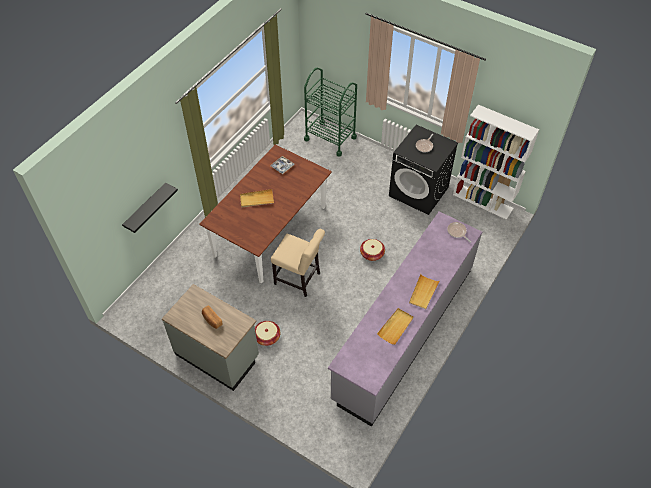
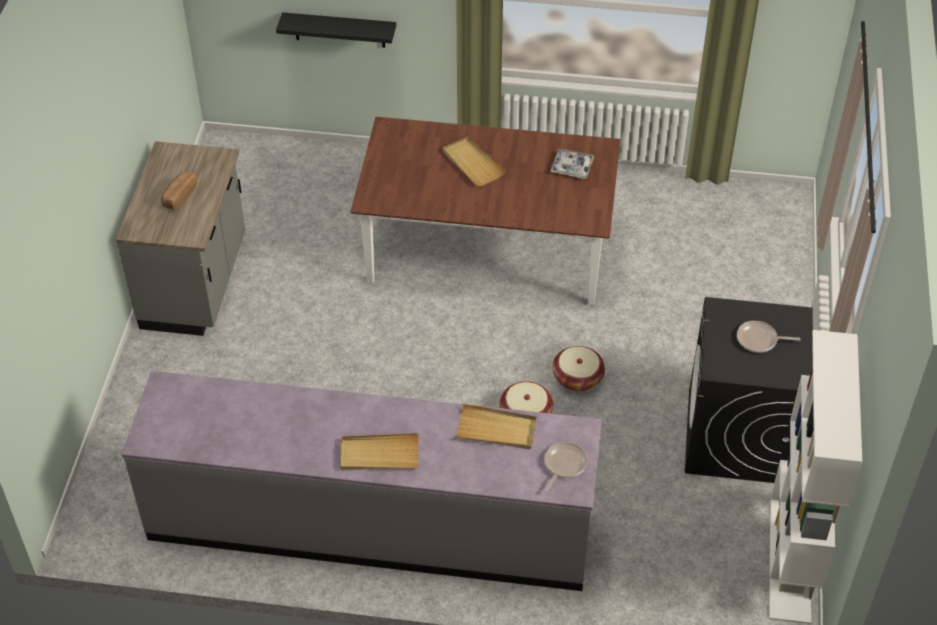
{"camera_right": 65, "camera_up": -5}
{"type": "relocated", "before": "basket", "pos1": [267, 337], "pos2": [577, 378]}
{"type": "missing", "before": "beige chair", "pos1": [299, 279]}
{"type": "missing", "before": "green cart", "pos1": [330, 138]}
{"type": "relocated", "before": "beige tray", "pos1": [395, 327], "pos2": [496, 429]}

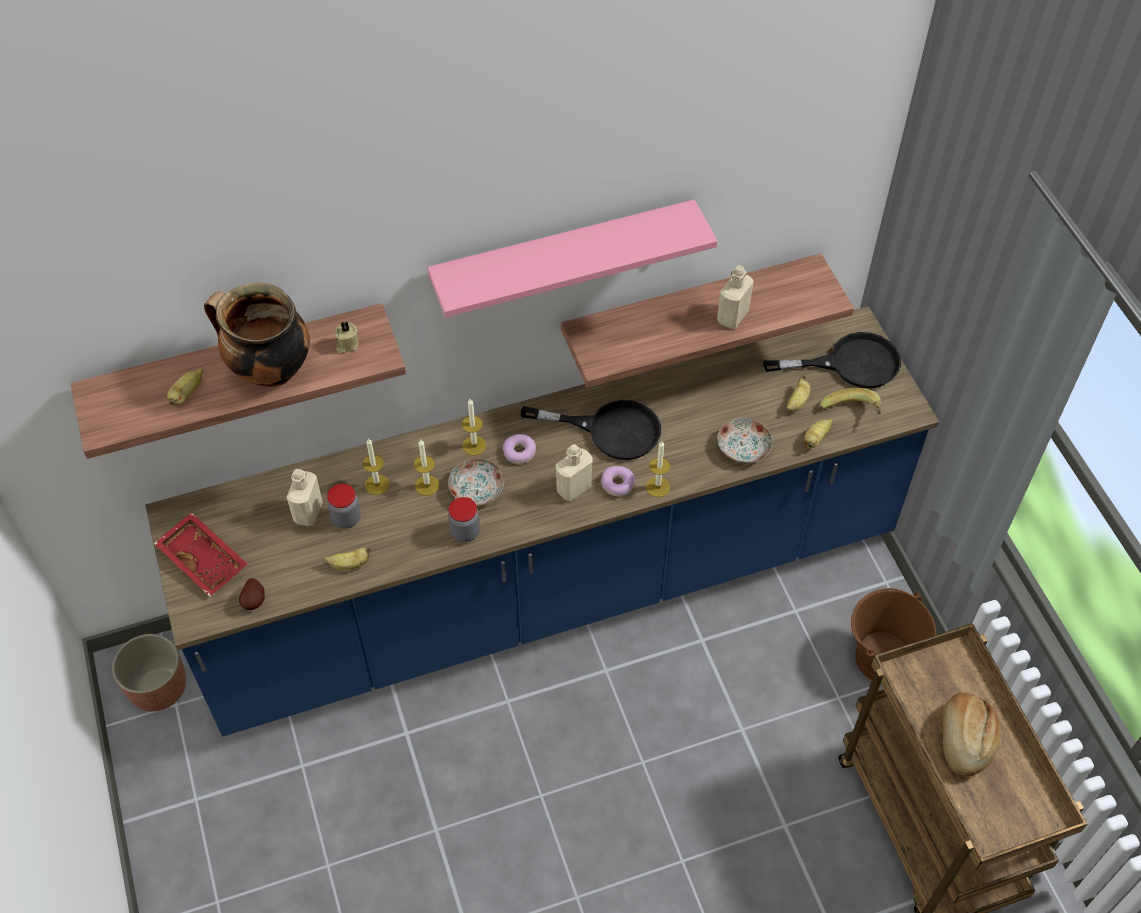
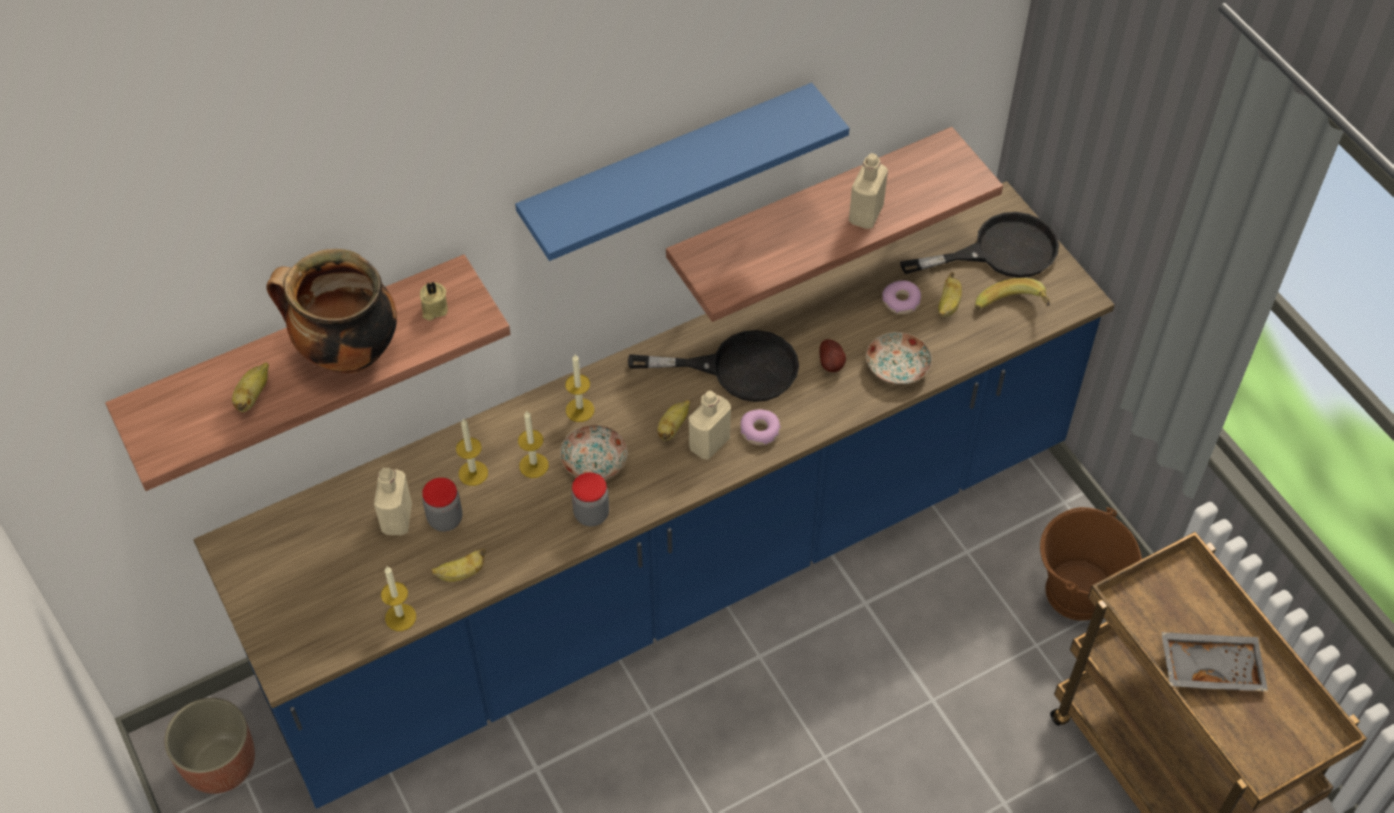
{"camera_right": -10, "camera_up": 0}
{"type": "missing", "before": "red tray", "pos1": [204, 559]}
{"type": "relocated", "before": "potato", "pos1": [255, 600], "pos2": [832, 364]}
{"type": "colour", "before": "pink shelf", "after": "blue shelf", "pos1": [563, 257], "pos2": [667, 170]}
{"type": "relocated", "before": "donut", "pos1": [519, 452], "pos2": [901, 302]}
{"type": "relocated", "before": "candle", "pos1": [657, 487], "pos2": [400, 617]}
{"type": "relocated", "before": "banana", "pos1": [815, 438], "pos2": [673, 427]}
{"type": "exchanged", "before": "bread", "after": "grey tray", "pos1": [964, 740], "pos2": [1210, 666]}

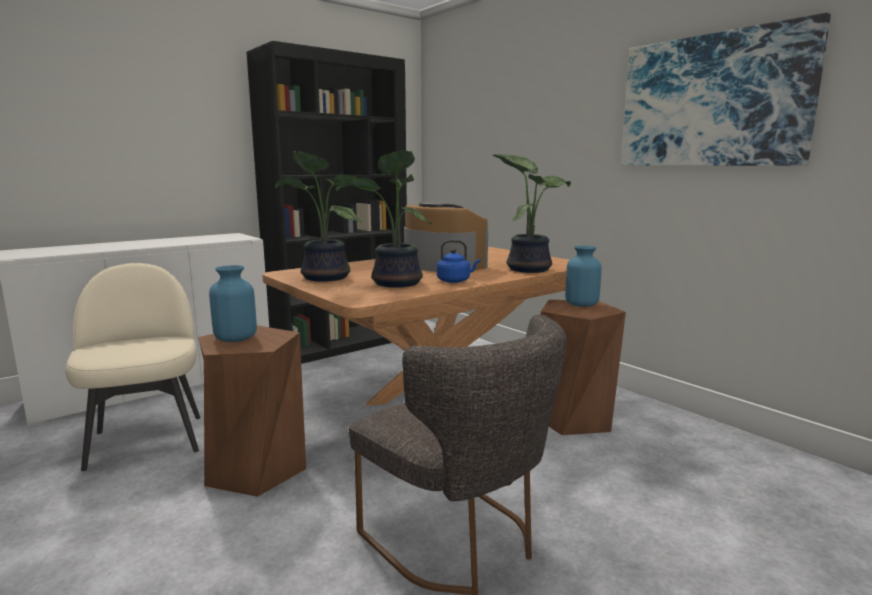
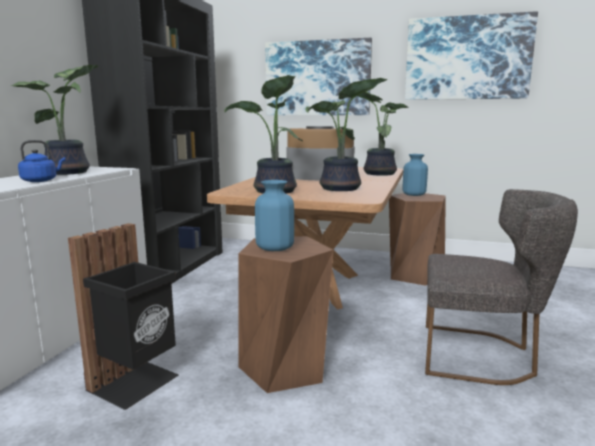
{"camera_right": -35, "camera_up": 0}
{"type": "exchanged", "before": "beige chair", "after": "black trash can", "pos1": [147, 439], "pos2": [137, 383]}
{"type": "relocated", "before": "blue kettle", "pos1": [455, 281], "pos2": [41, 180]}
{"type": "appeared", "after": "potted plant", "pos2": [70, 172]}
{"type": "appeared", "after": "picture", "pos2": [317, 78]}

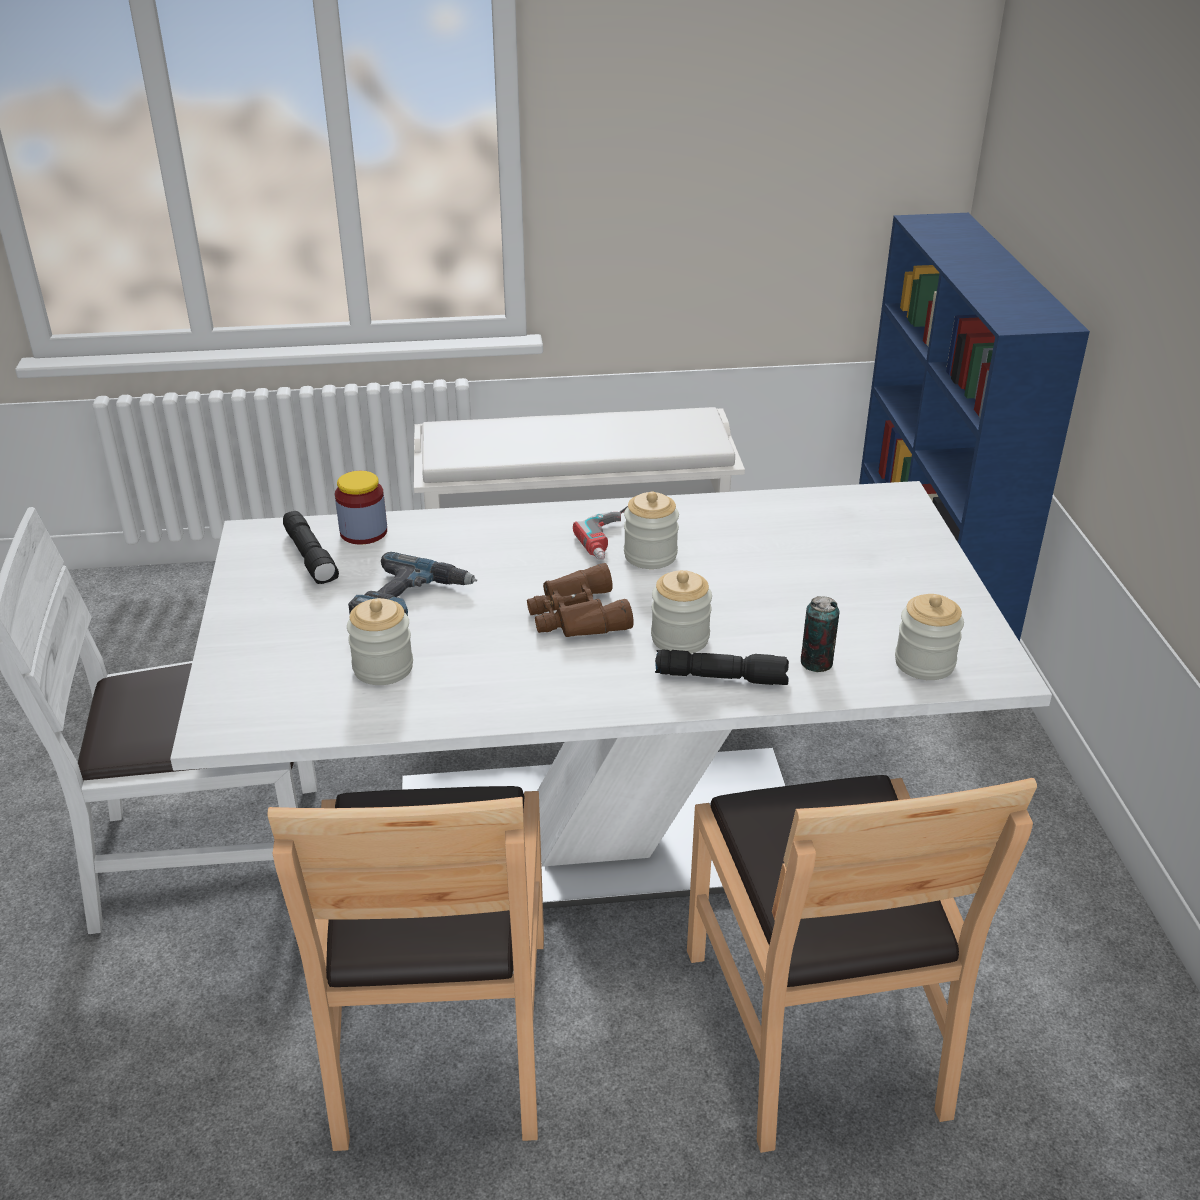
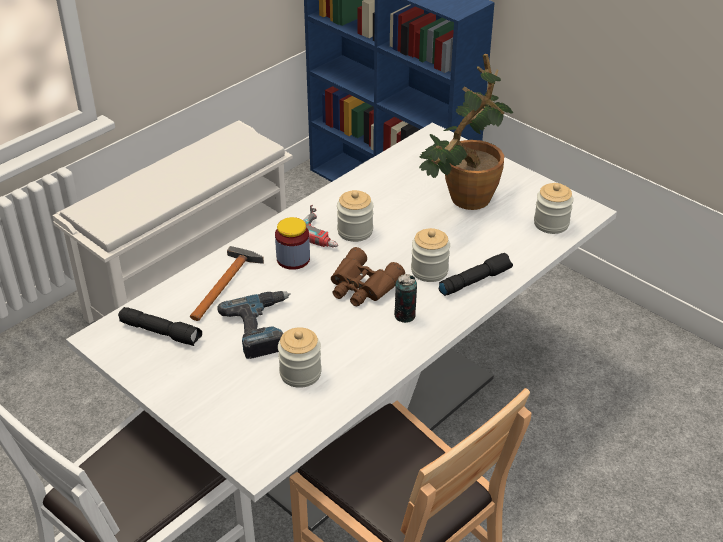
{"camera_right": -40, "camera_up": 5}
{"type": "relocated", "before": "jar", "pos1": [363, 532], "pos2": [293, 259]}
{"type": "missing", "before": "brown chair", "pos1": [816, 1027]}
{"type": "relocated", "before": "can", "pos1": [816, 663], "pos2": [405, 316]}
{"type": "appeared", "after": "hammer", "pos2": [225, 283]}
{"type": "appeared", "after": "potted plant", "pos2": [462, 202]}

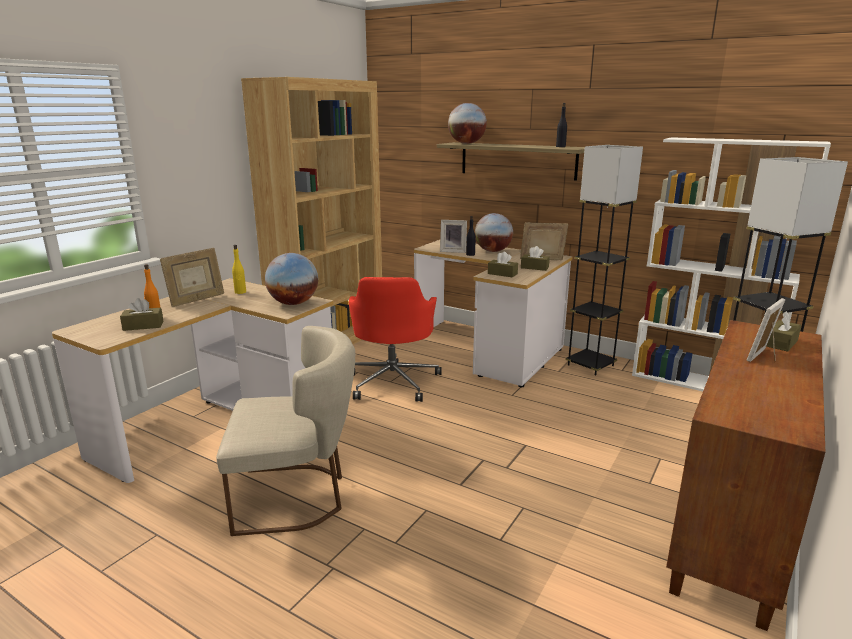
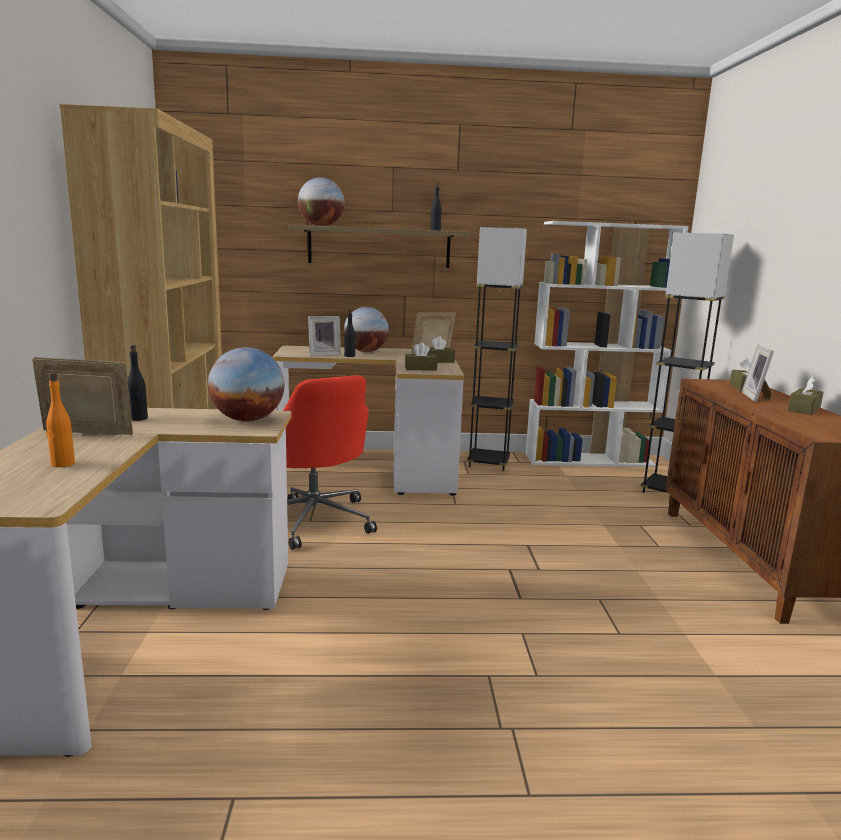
{"camera_right": -35, "camera_up": -5}
{"type": "relocated", "before": "brown tissue box", "pos1": [143, 326], "pos2": [804, 409]}
{"type": "spun", "before": "picture frame", "pos1": [196, 300], "pos2": [87, 435], "turn": -105}
{"type": "missing", "before": "beige chair", "pos1": [297, 496]}
{"type": "colour", "before": "yellow bottle", "after": "black bottle", "pos1": [240, 292], "pos2": [138, 418]}

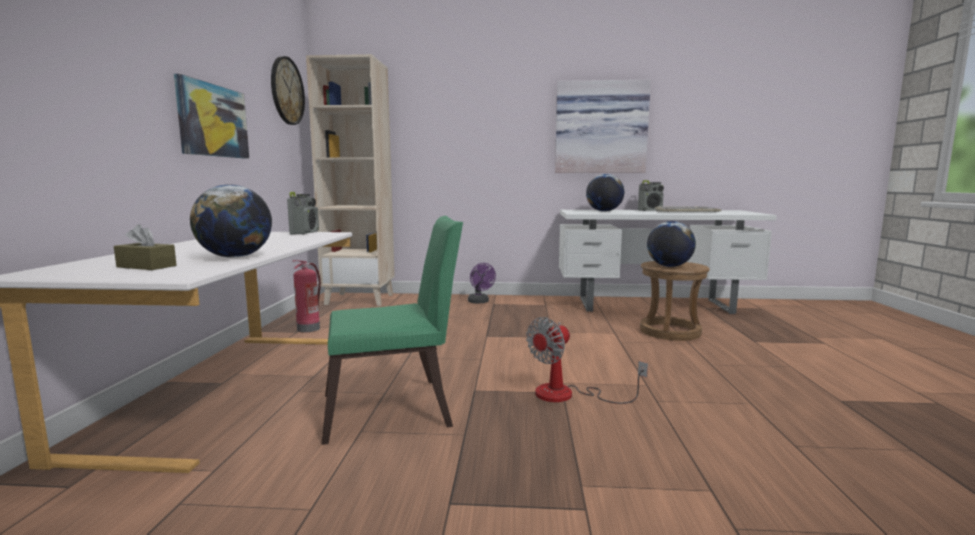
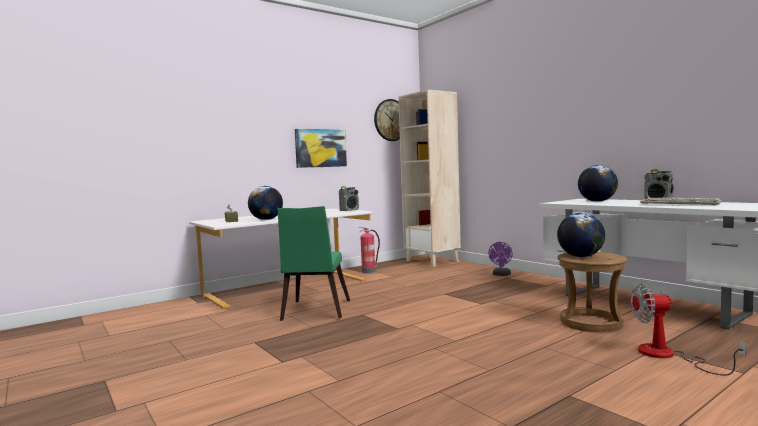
{"camera_right": 50, "camera_up": -5}
{"type": "spun", "before": "green chair", "pos1": [395, 410], "pos2": [314, 311], "turn": 60}
{"type": "relocated", "before": "fan", "pos1": [568, 395], "pos2": [668, 356]}
{"type": "missing", "before": "picture", "pos1": [600, 128]}

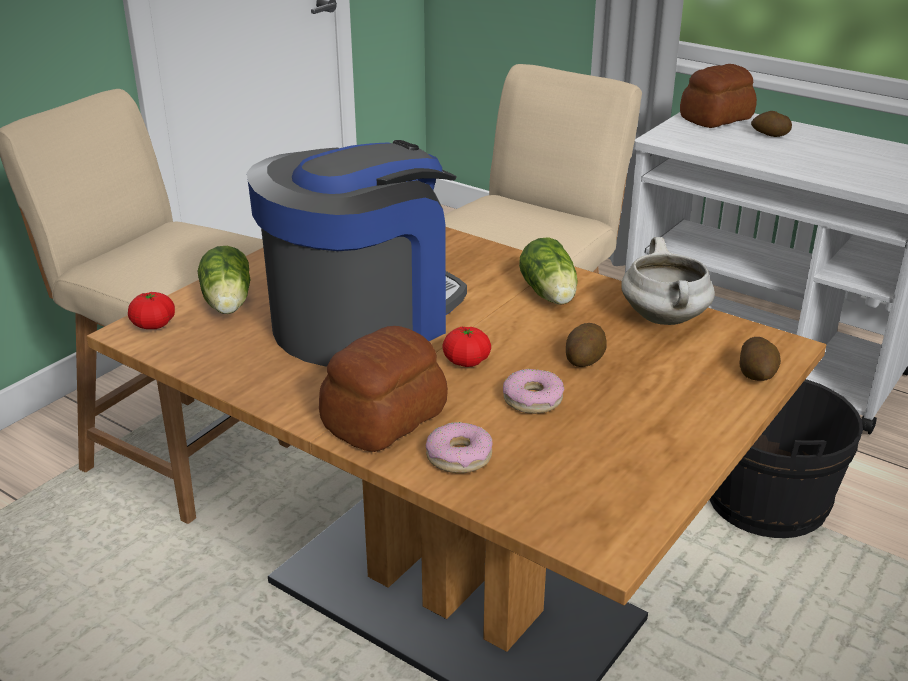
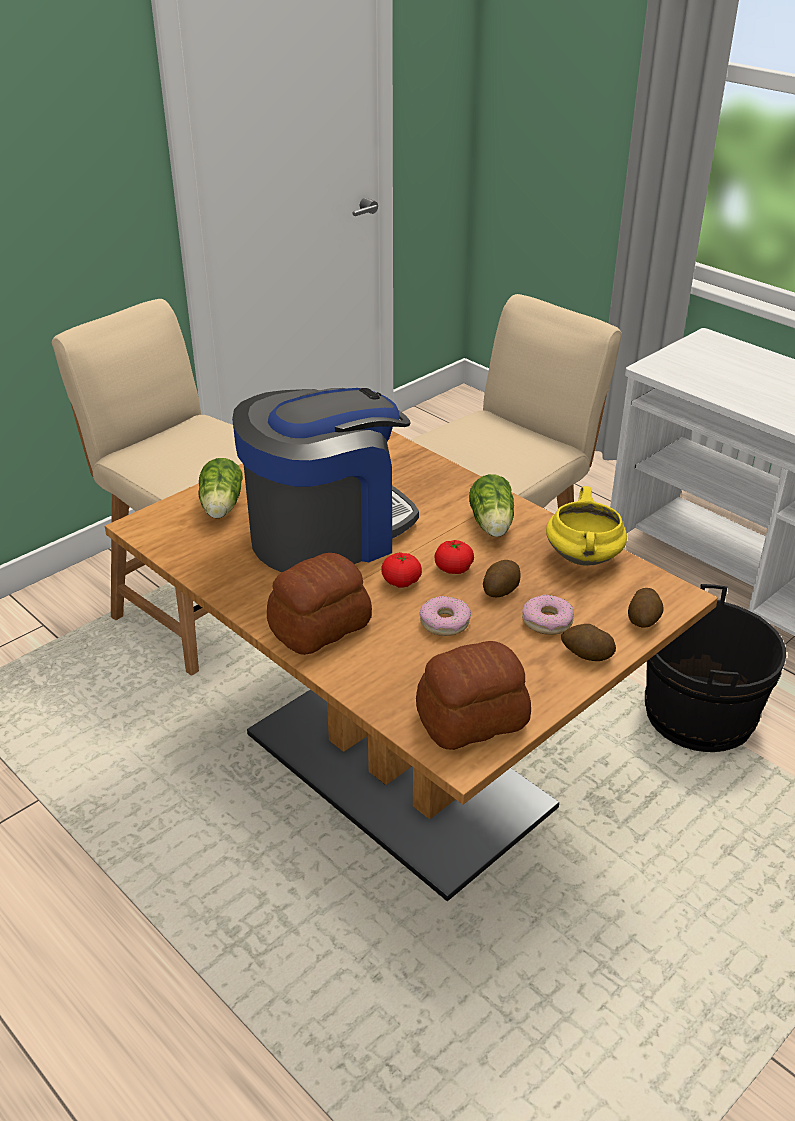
{"camera_right": 10, "camera_up": 5}
{"type": "relocated", "before": "tomato", "pos1": [153, 325], "pos2": [453, 568]}
{"type": "relocated", "before": "donut", "pos1": [459, 456], "pos2": [547, 621]}
{"type": "colour", "before": "white cooking pot", "after": "yellow cooking pot", "pos1": [665, 319], "pos2": [584, 558]}
{"type": "relocated", "before": "bread", "pos1": [717, 118], "pos2": [473, 719]}
{"type": "relocated", "before": "potato", "pos1": [769, 135], "pos2": [586, 655]}

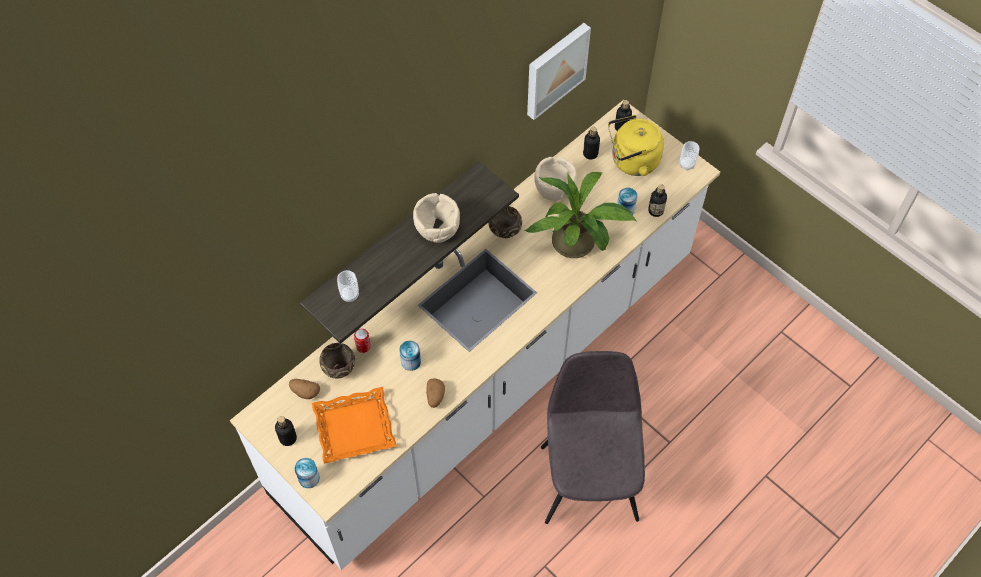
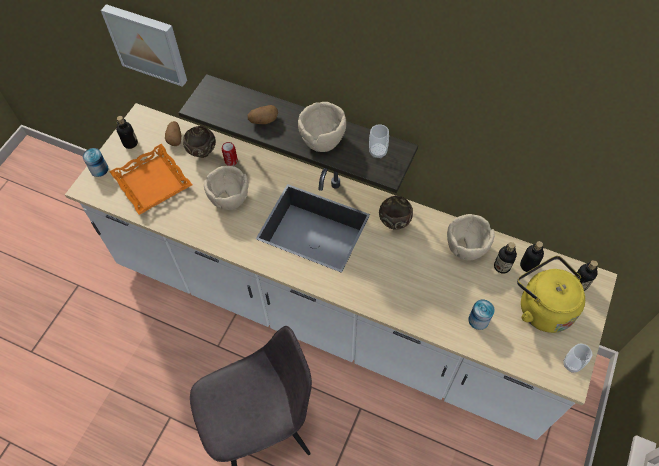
{"camera_right": 70, "camera_up": 0}
{"type": "relocated", "before": "cup", "pos1": [350, 295], "pos2": [378, 152]}
{"type": "exchanged", "before": "can", "after": "beige bowl", "pos1": [411, 361], "pos2": [229, 199]}
{"type": "relocated", "before": "potato", "pos1": [435, 396], "pos2": [263, 121]}
{"type": "missing", "before": "potted plant", "pos1": [578, 245]}
{"type": "relocated", "before": "picture", "pos1": [555, 69], "pos2": [148, 43]}
{"type": "relocated", "before": "bottle", "pos1": [656, 211], "pos2": [502, 266]}

